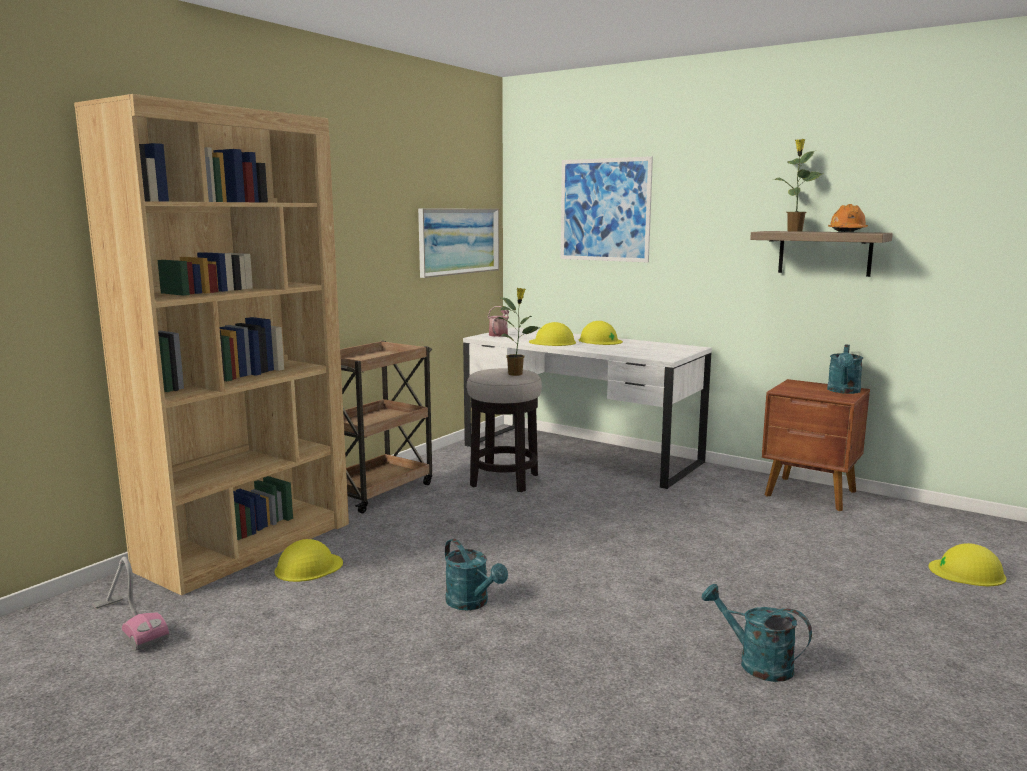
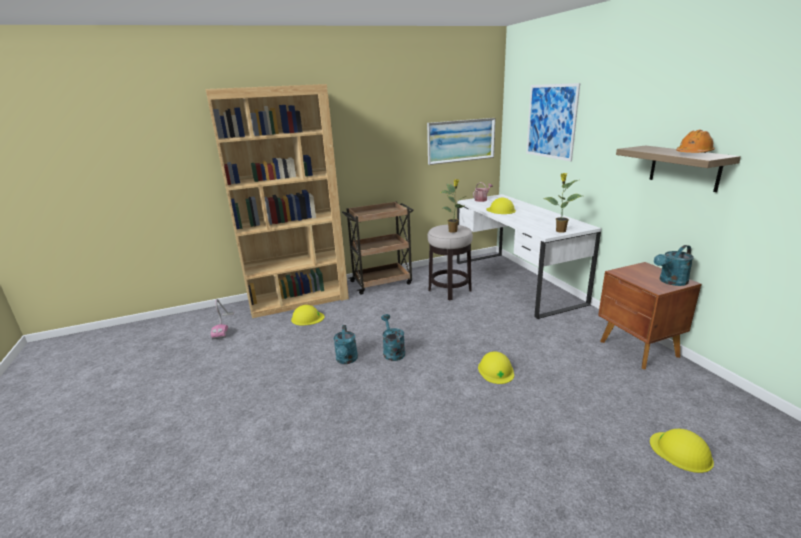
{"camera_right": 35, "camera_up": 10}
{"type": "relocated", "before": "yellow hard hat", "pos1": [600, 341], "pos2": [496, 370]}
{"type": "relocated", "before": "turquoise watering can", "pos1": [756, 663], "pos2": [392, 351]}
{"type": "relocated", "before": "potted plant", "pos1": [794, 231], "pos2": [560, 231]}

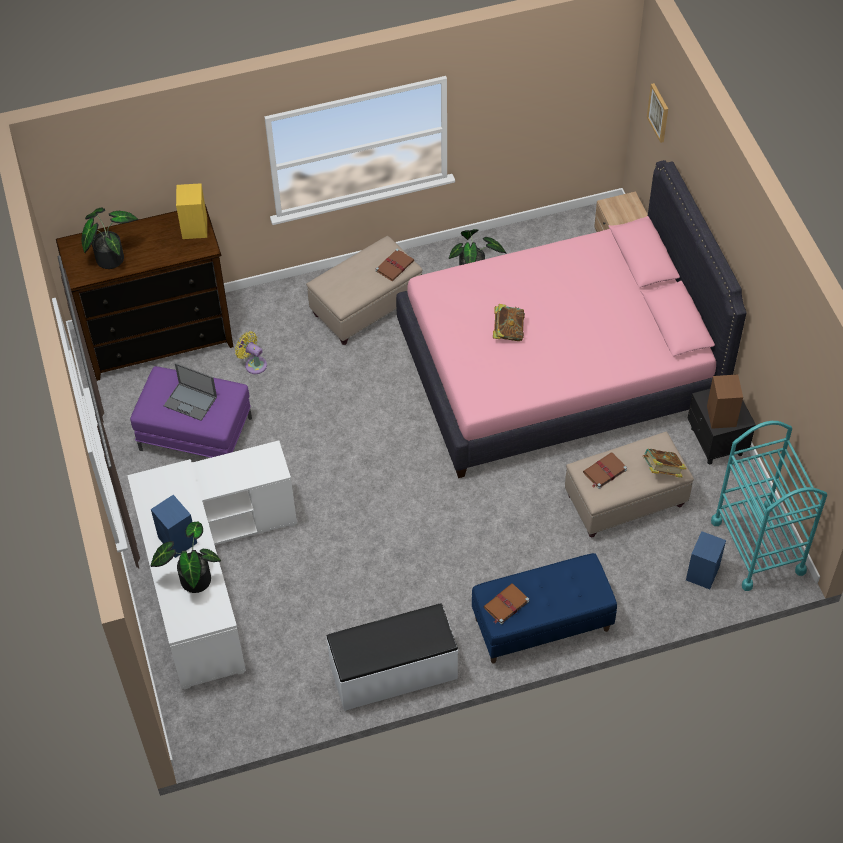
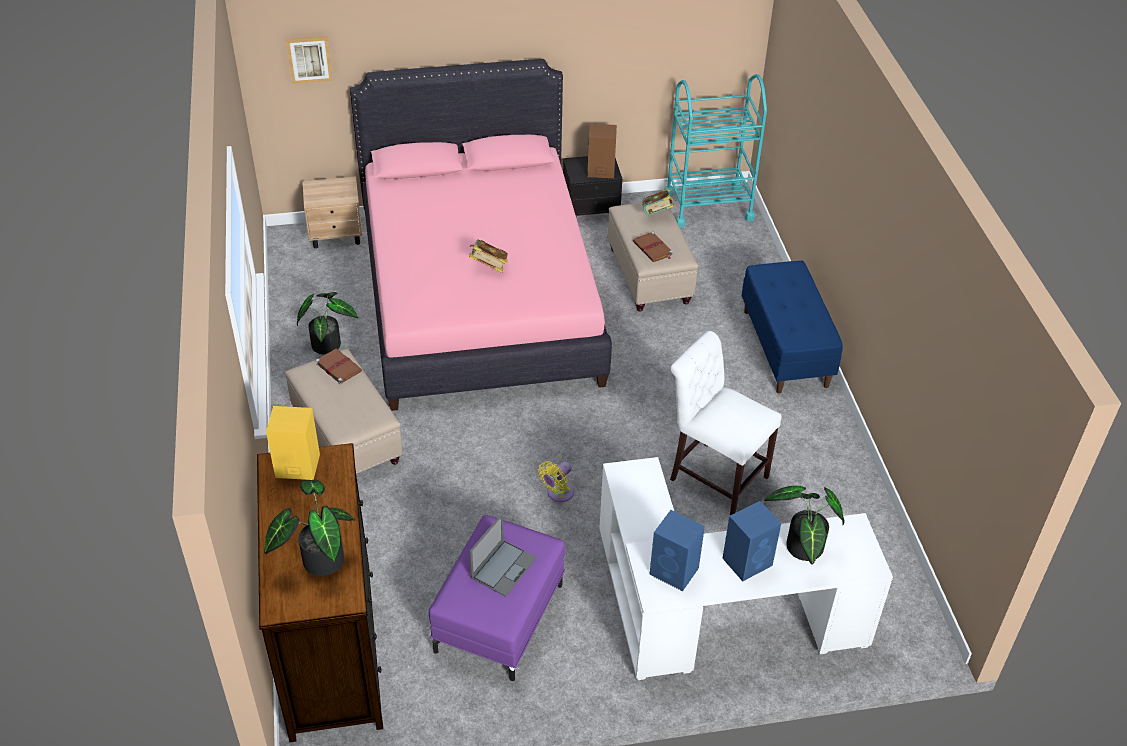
{"camera_right": -85, "camera_up": -10}
{"type": "relocated", "before": "yellow fan", "pos1": [254, 364], "pos2": [558, 493]}
{"type": "missing", "before": "white bench", "pos1": [394, 673]}
{"type": "missing", "before": "brown book", "pos1": [505, 605]}
{"type": "relocated", "before": "blue speaker", "pos1": [702, 574], "pos2": [675, 572]}
{"type": "appeared", "after": "white chair", "pos2": [714, 475]}

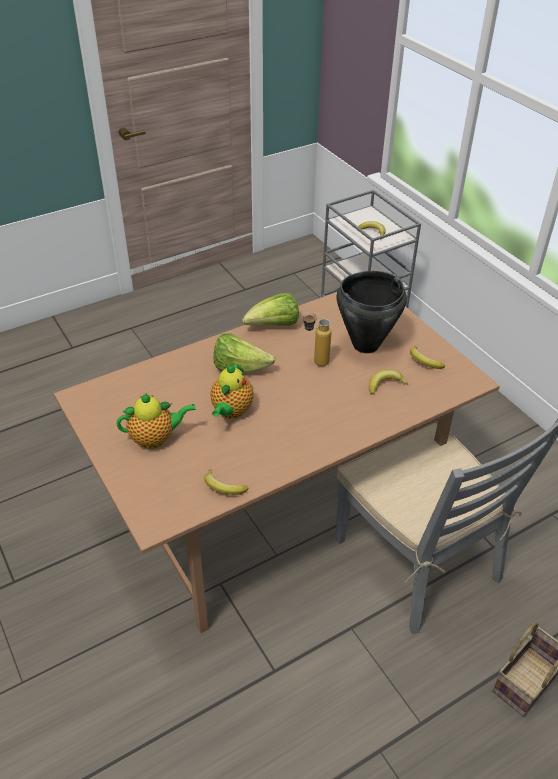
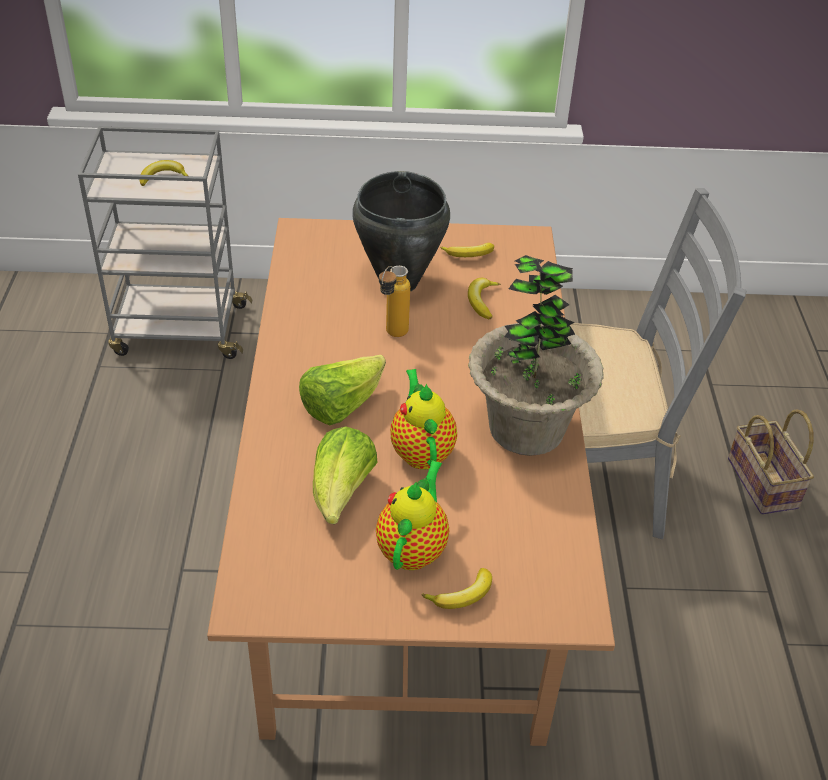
{"camera_right": -60, "camera_up": 0}
{"type": "relocated", "before": "banana", "pos1": [223, 487], "pos2": [462, 596]}
{"type": "spun", "before": "teapot", "pos1": [231, 411], "pos2": [421, 450], "turn": -150}
{"type": "relocated", "before": "lettuce", "pos1": [274, 326], "pos2": [341, 494]}
{"type": "appeared", "after": "potted plant", "pos2": [526, 428]}

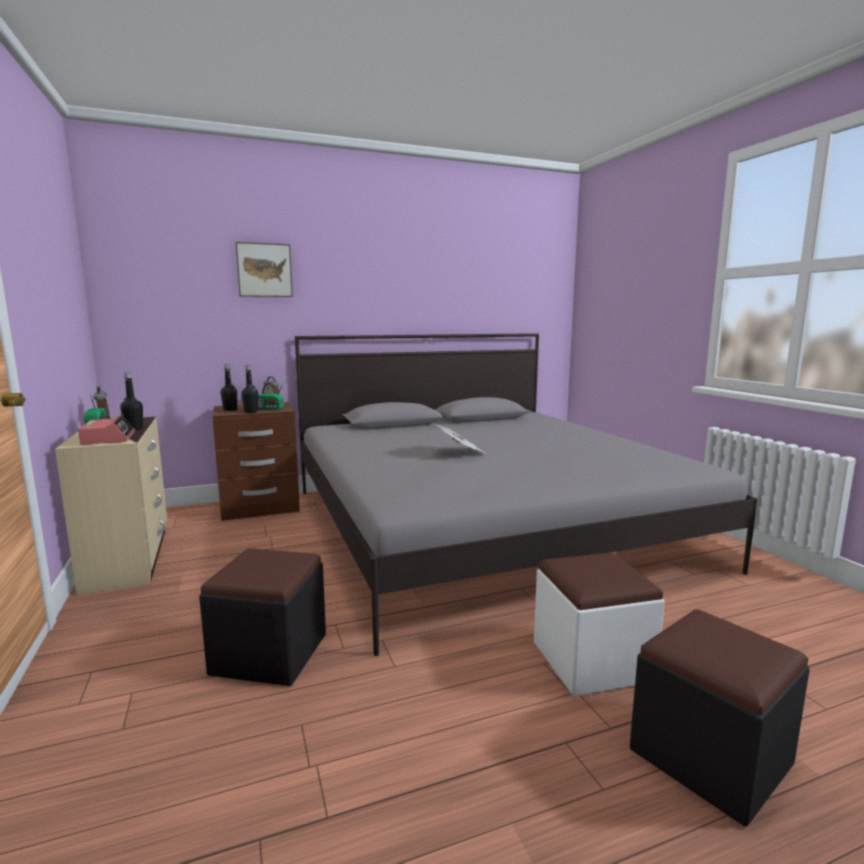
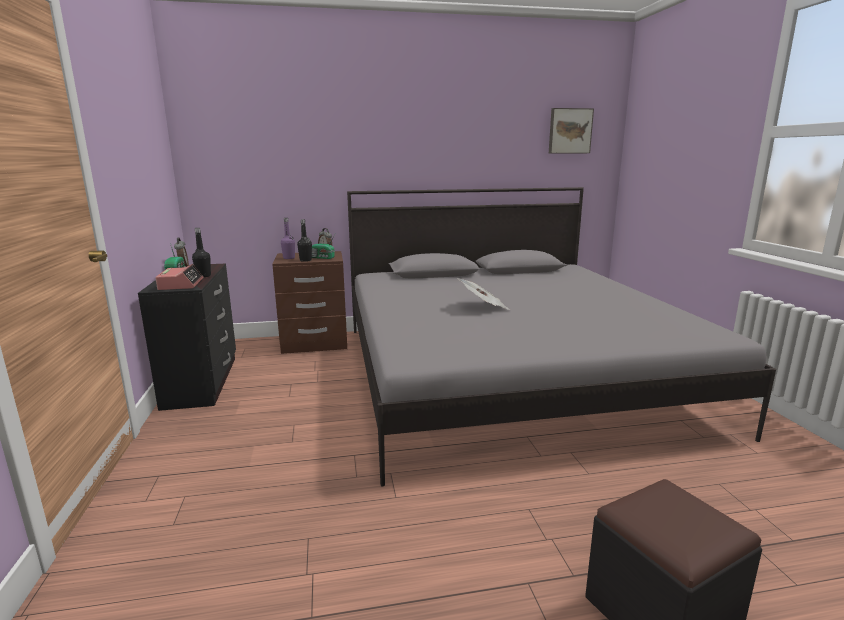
{"camera_right": 10, "camera_up": 5}
{"type": "colour", "before": "beige dresser", "after": "black dresser", "pos1": [129, 557], "pos2": [203, 381]}
{"type": "missing", "before": "black ottoman", "pos1": [269, 654]}
{"type": "colour", "before": "black bottle", "after": "purple bottle", "pos1": [230, 410], "pos2": [289, 258]}
{"type": "relocated", "before": "picture", "pos1": [264, 270], "pos2": [569, 131]}
{"type": "missing", "before": "white ottoman", "pos1": [591, 661]}

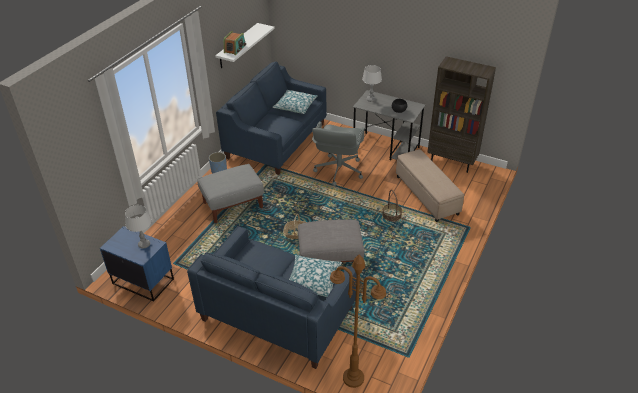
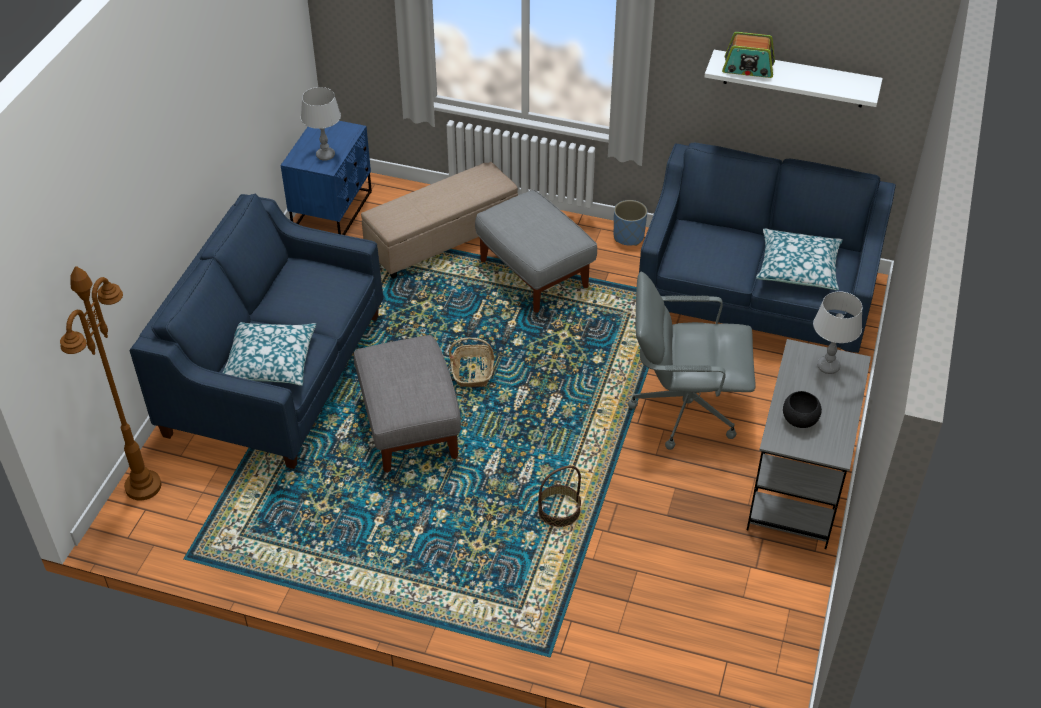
{"camera_right": 80, "camera_up": 5}
{"type": "relocated", "before": "beige ottoman", "pos1": [427, 195], "pos2": [442, 240]}
{"type": "missing", "before": "brown bookcase", "pos1": [452, 162]}

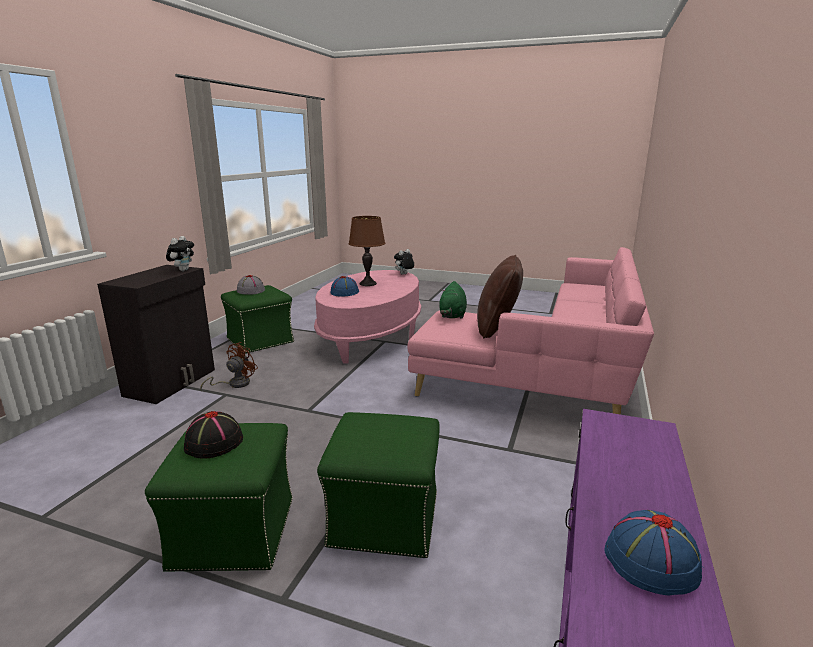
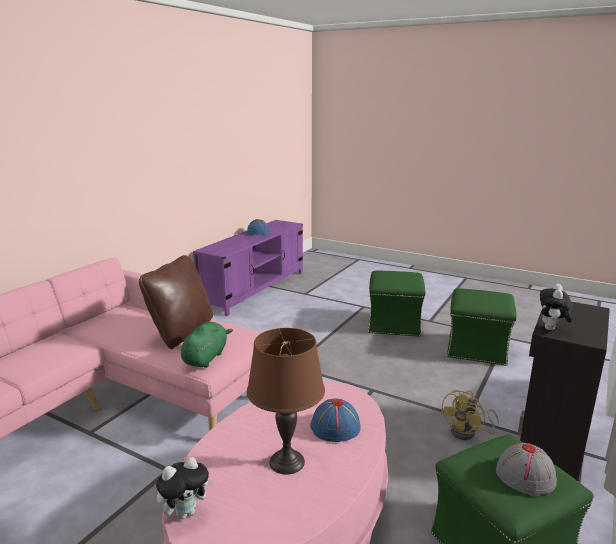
{"camera_right": -170, "camera_up": 0}
{"type": "missing", "before": "black hat", "pos1": [213, 443]}
{"type": "colour", "before": "brown fan", "after": "yellow fan", "pos1": [234, 384], "pos2": [468, 433]}
{"type": "relocated", "before": "green ottoman", "pos1": [383, 518], "pos2": [478, 349]}

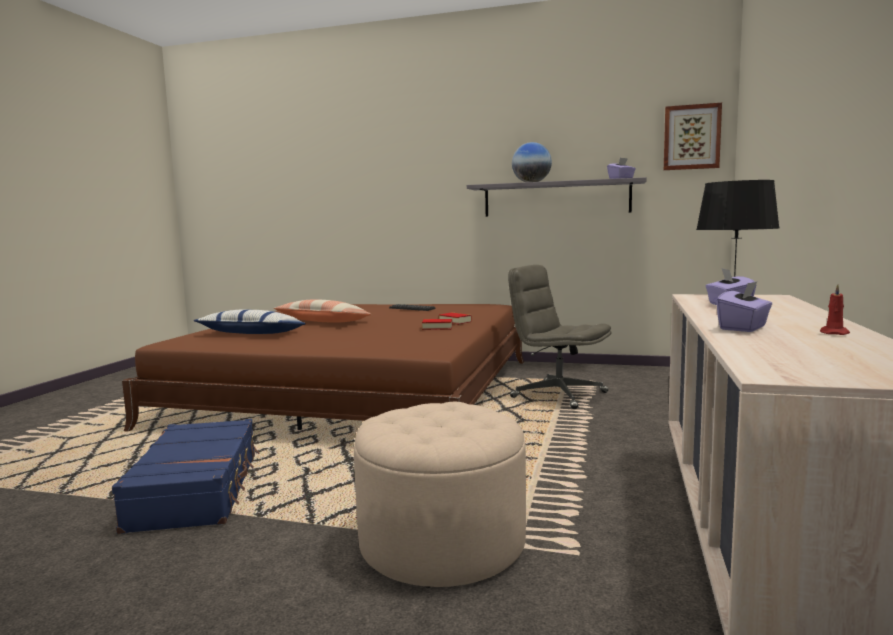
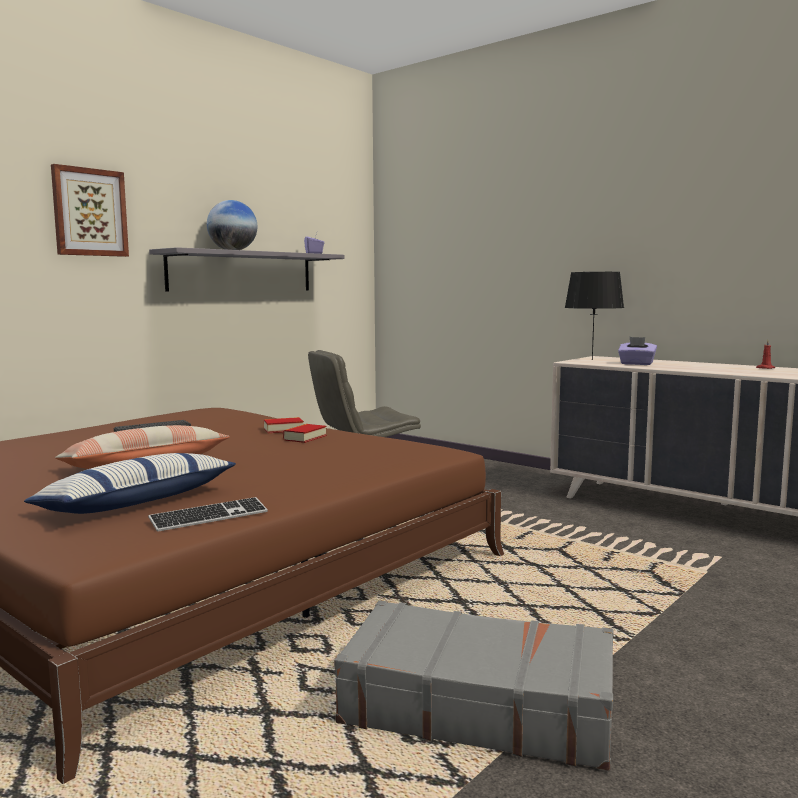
{"camera_right": -65, "camera_up": 0}
{"type": "colour", "before": "blue suitcase", "after": "grey suitcase", "pos1": [197, 489], "pos2": [478, 705]}
{"type": "missing", "before": "beige ottoman", "pos1": [442, 542]}
{"type": "relocated", "before": "picture", "pos1": [691, 137], "pos2": [89, 212]}
{"type": "missing", "before": "purple tissue box", "pos1": [743, 328]}
{"type": "appeared", "after": "keyboard", "pos2": [209, 517]}

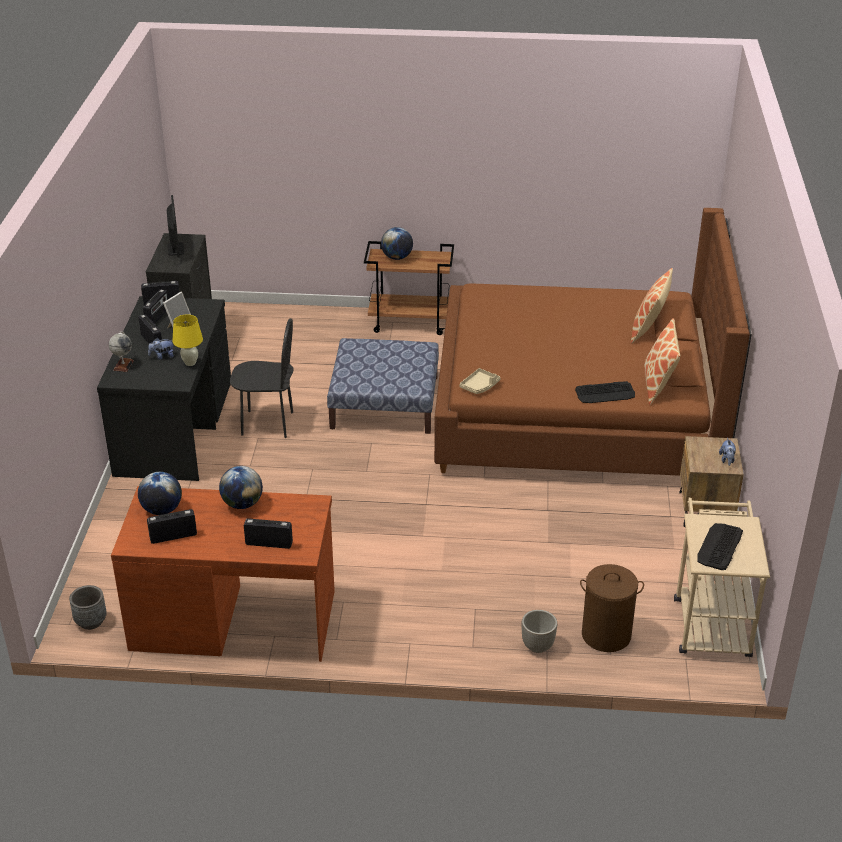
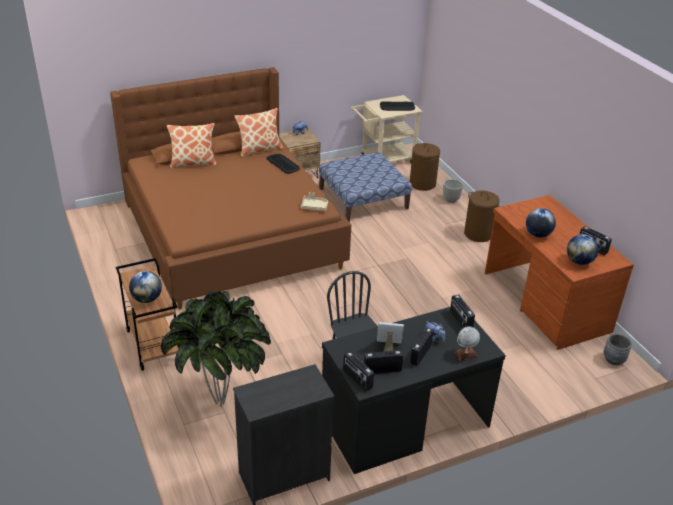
{"camera_right": -120, "camera_up": 0}
{"type": "missing", "before": "monitor", "pos1": [175, 249]}
{"type": "missing", "before": "yellow table lamp", "pos1": [190, 363]}
{"type": "relocated", "before": "radio", "pos1": [269, 543], "pos2": [460, 320]}
{"type": "relocated", "before": "ottoman", "pos1": [385, 403], "pos2": [363, 198]}
{"type": "appeared", "after": "potted plant", "pos2": [222, 403]}
{"type": "appeared", "after": "brown laundry basket", "pos2": [478, 234]}

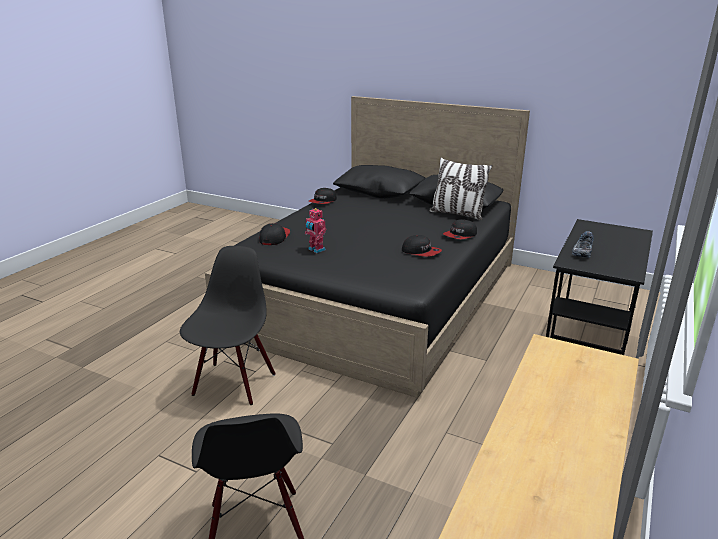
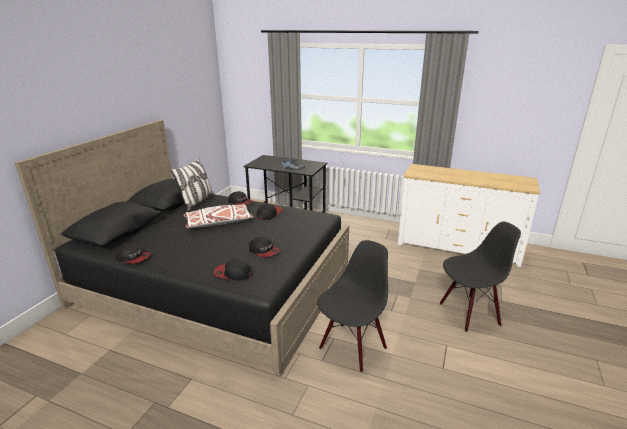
{"camera_right": -95, "camera_up": 0}
{"type": "spun", "before": "black chair", "pos1": [233, 383], "pos2": [352, 347], "turn": 120}
{"type": "exchanged", "before": "toy robot", "after": "cap", "pos1": [316, 250], "pos2": [264, 251]}
{"type": "appeared", "after": "white pillow", "pos2": [219, 223]}

